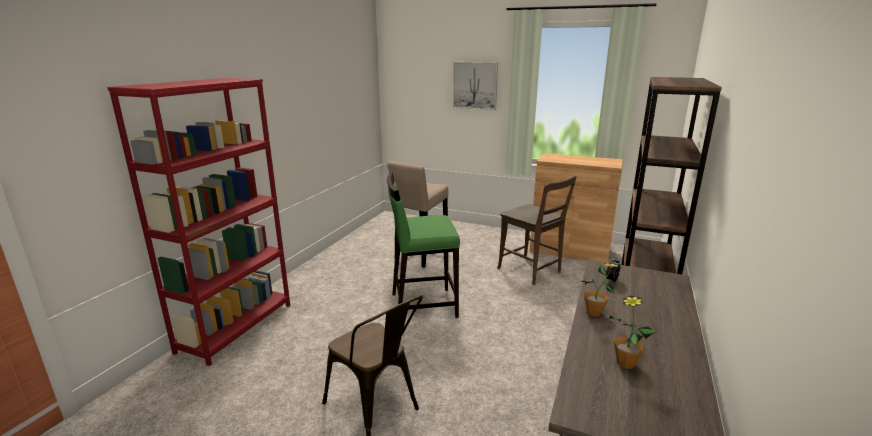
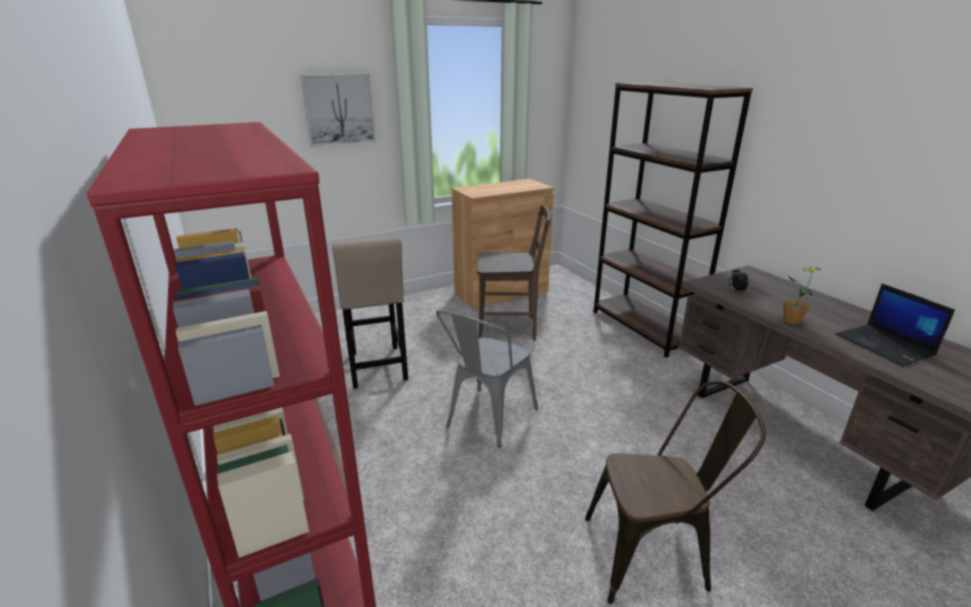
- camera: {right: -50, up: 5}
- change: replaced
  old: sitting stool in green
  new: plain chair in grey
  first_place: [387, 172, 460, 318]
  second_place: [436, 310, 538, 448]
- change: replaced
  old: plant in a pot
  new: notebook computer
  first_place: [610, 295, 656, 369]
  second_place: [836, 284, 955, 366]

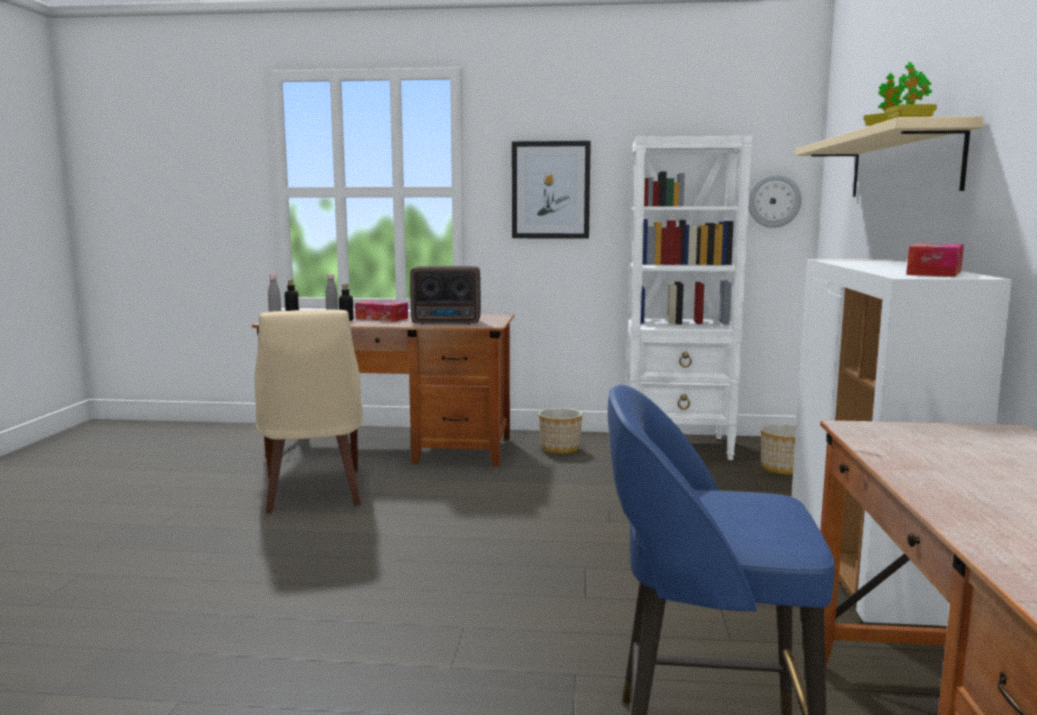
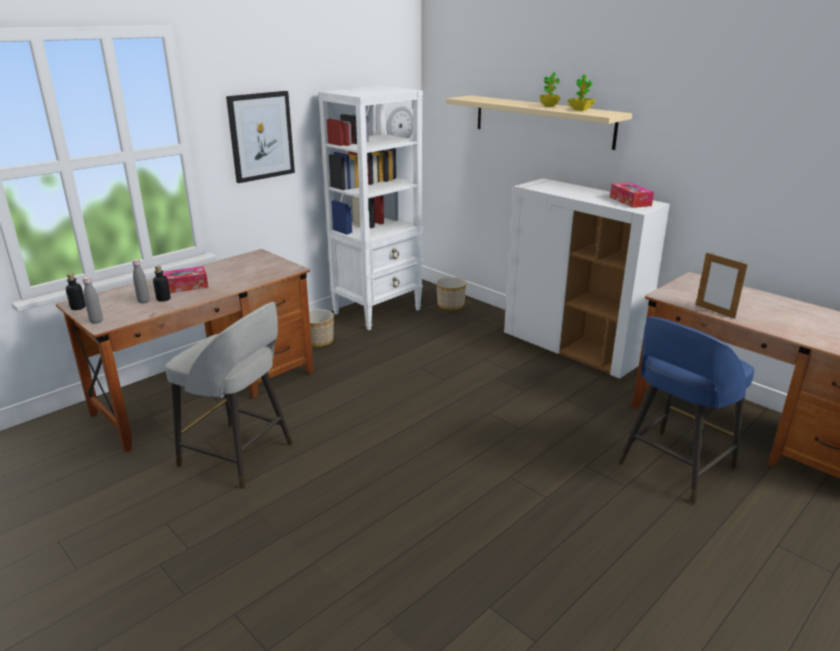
- camera: {right: -50, up: 15}
- change: removed
  old: radio
  first_place: [410, 266, 481, 324]
- change: added
  new: standing frame
  second_place: [696, 253, 748, 319]
- change: replaced
  old: plain chair in beige-coloured
  new: sitting stool in grey
  first_place: [255, 310, 363, 514]
  second_place: [165, 302, 293, 489]

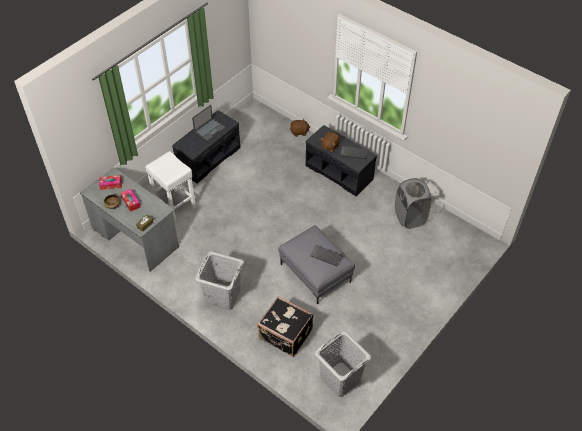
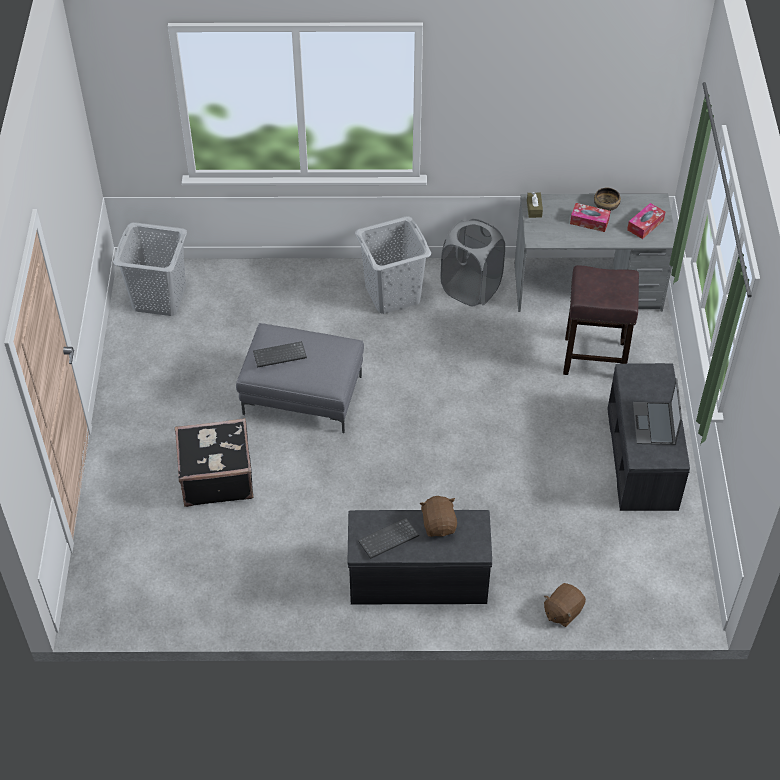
- camera: {right: 140, up: 0}
- change: moved
  old: travel case in black
  first_place: [257, 296, 314, 357]
  second_place: [175, 418, 254, 507]
- change: moved
  old: washing basket in grey
  first_place: [395, 178, 432, 229]
  second_place: [440, 219, 505, 307]
- change: recoloured
  old: sitting stool in whitish
  new: sitting stool in brown
  first_place: [145, 151, 196, 222]
  second_place: [563, 265, 639, 375]

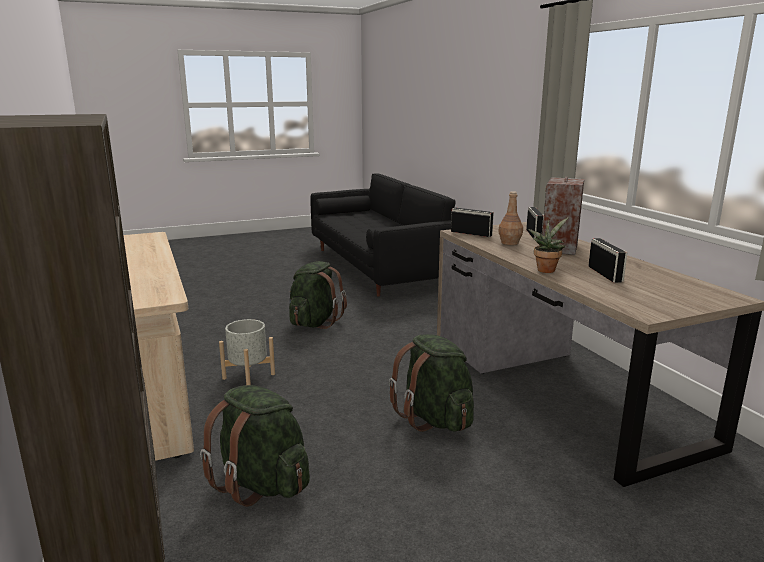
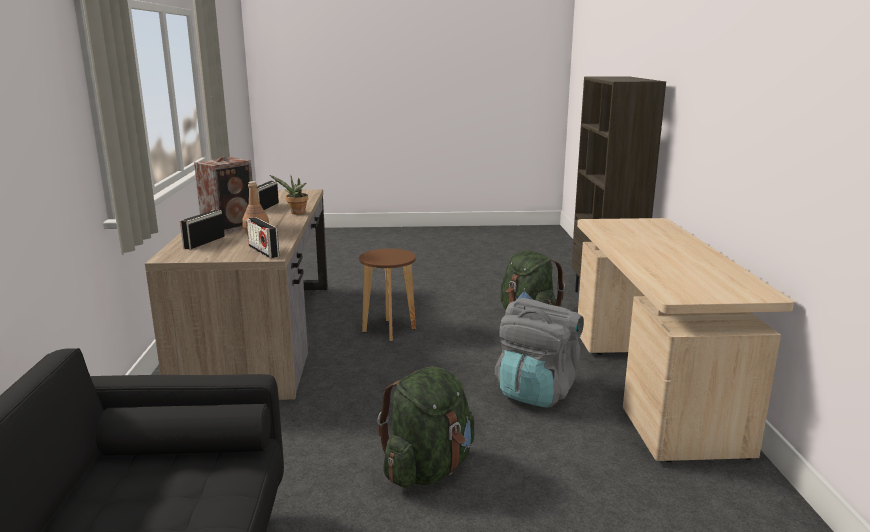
- camera: {right: -160, up: 0}
- change: replaced
  old: flower pot in grey
  new: backpack in grey
  first_place: [219, 319, 275, 385]
  second_place: [495, 298, 584, 408]
- change: replaced
  old: backpack in green
  new: sitting stool in brown
  first_place: [389, 334, 474, 432]
  second_place: [359, 249, 416, 341]

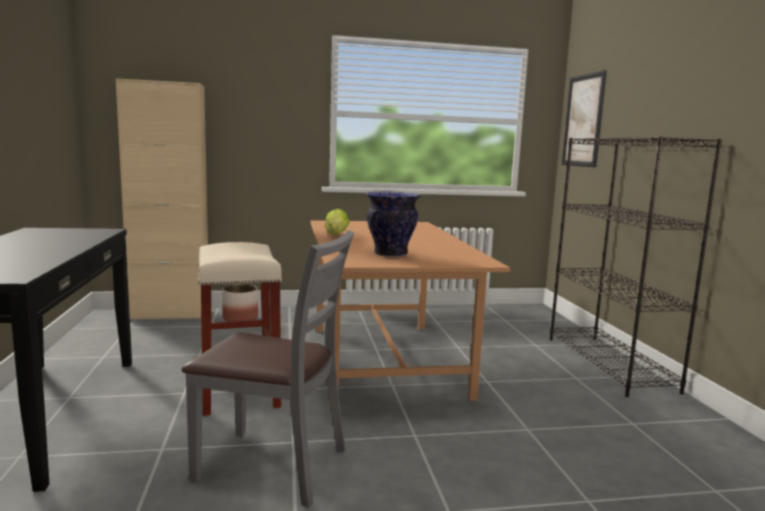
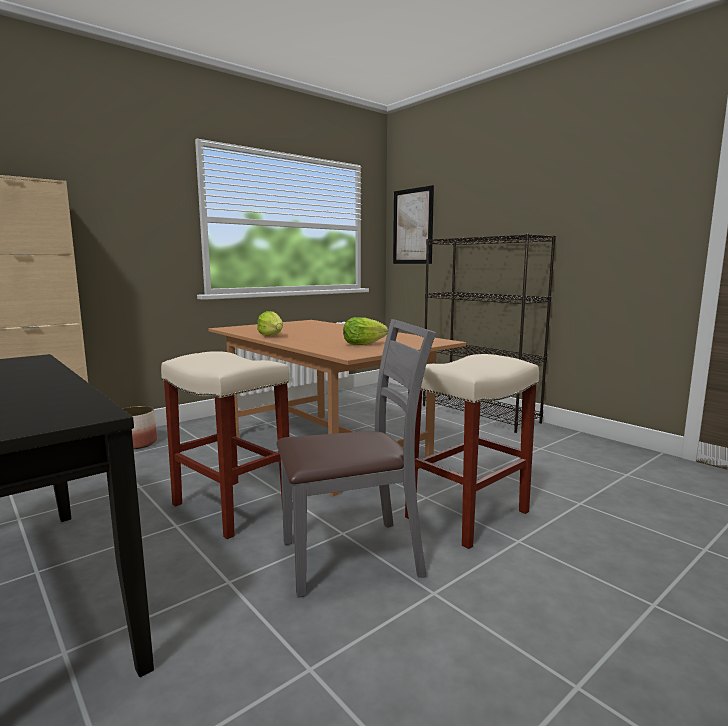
- camera: {right: -30, up: 0}
- change: added
  new: sitting stool in beige-coloured
  second_place: [405, 354, 539, 549]
- change: replaced
  old: vase
  new: lettuce
  first_place: [366, 192, 421, 257]
  second_place: [343, 317, 388, 345]

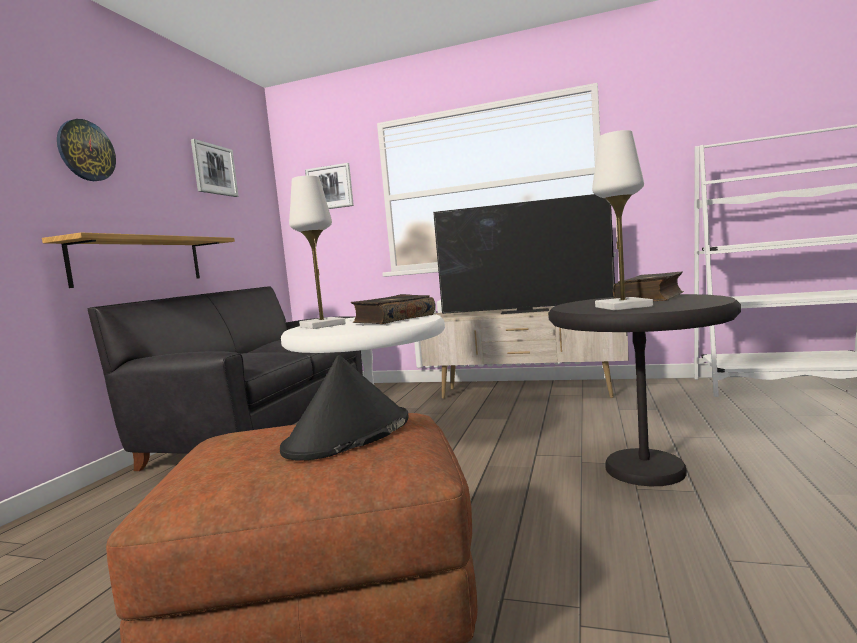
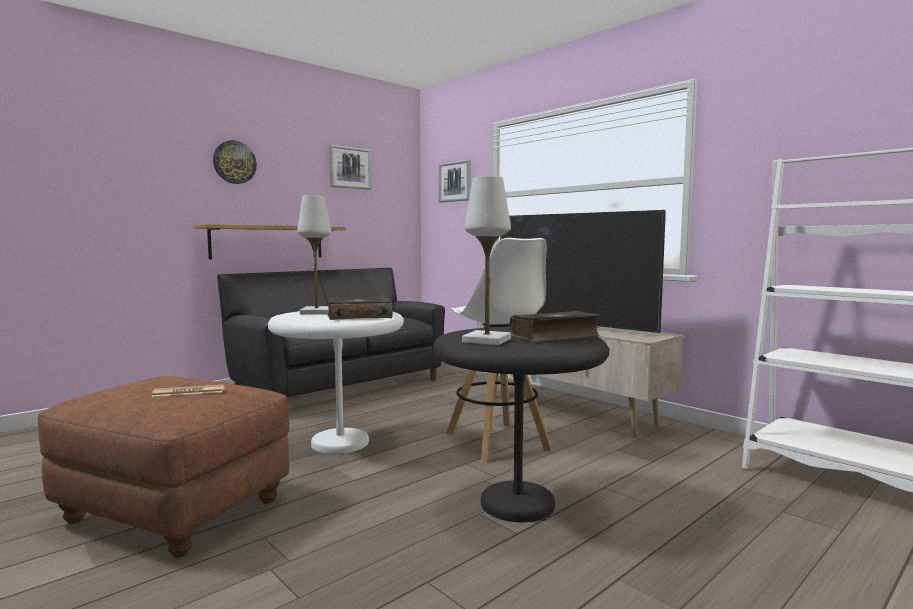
- camera: {right: 30, up: 0}
- change: added
  new: sitting stool in whitish
  second_place: [446, 238, 552, 463]
- change: replaced
  old: wearable hat in black
  new: newspaper
  first_place: [280, 355, 408, 461]
  second_place: [151, 385, 225, 397]

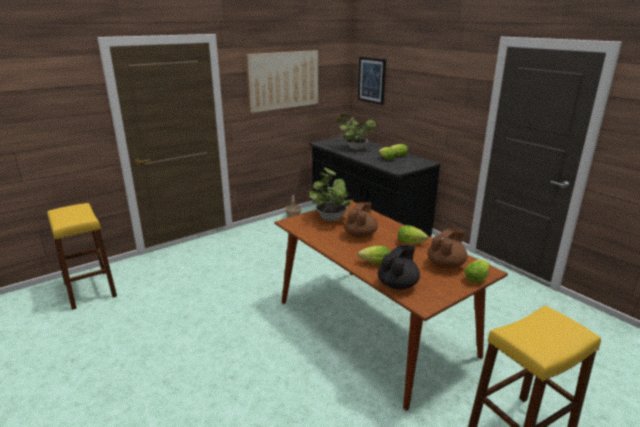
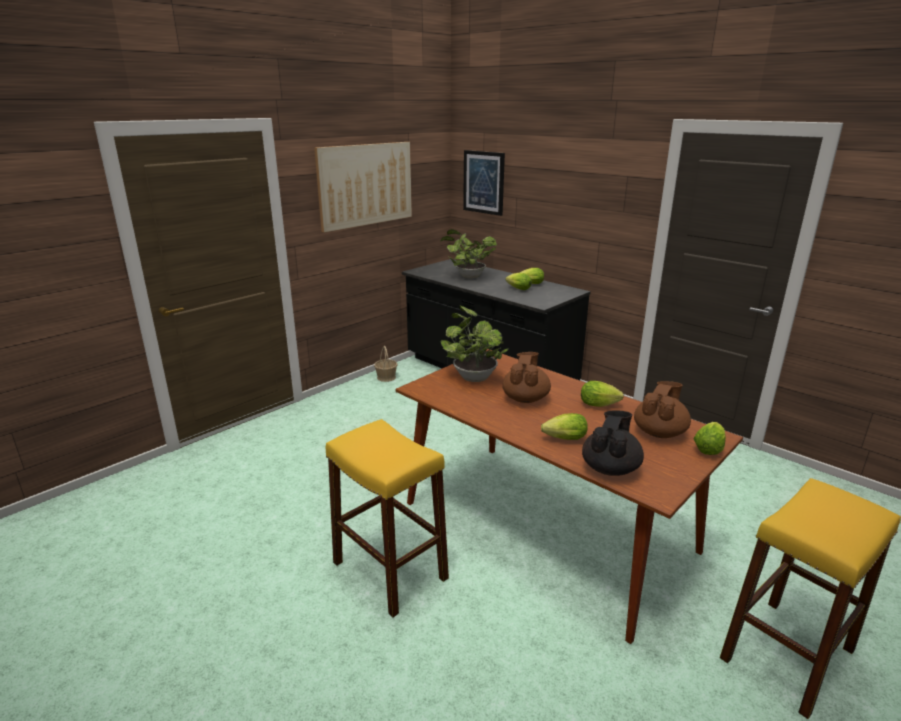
- camera: {right: -10, up: 0}
- change: moved
  old: sitting stool in yellow-coloured
  first_place: [47, 203, 117, 310]
  second_place: [326, 419, 449, 618]

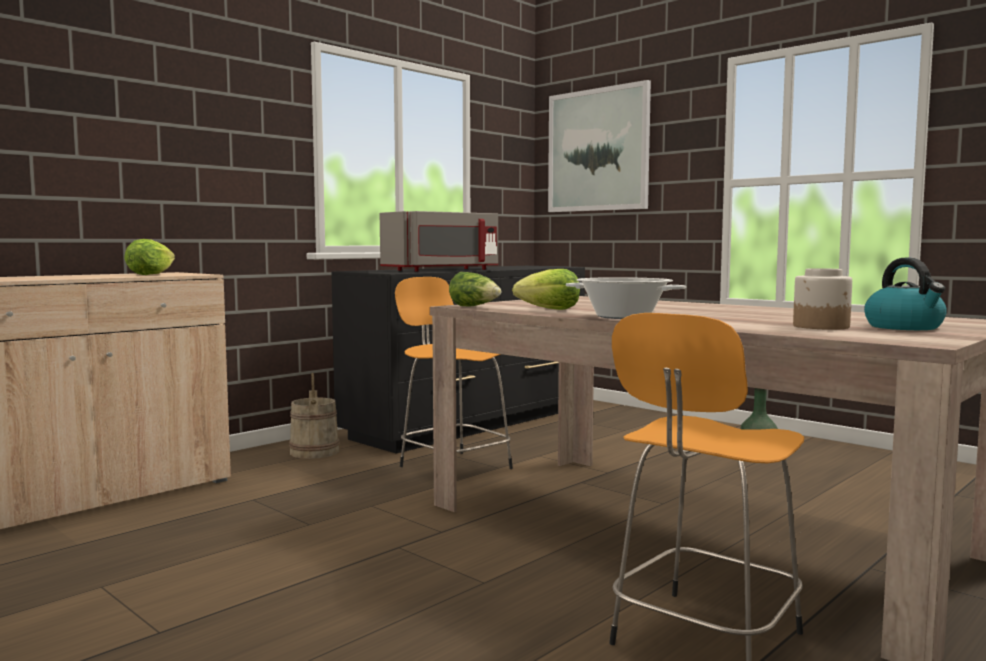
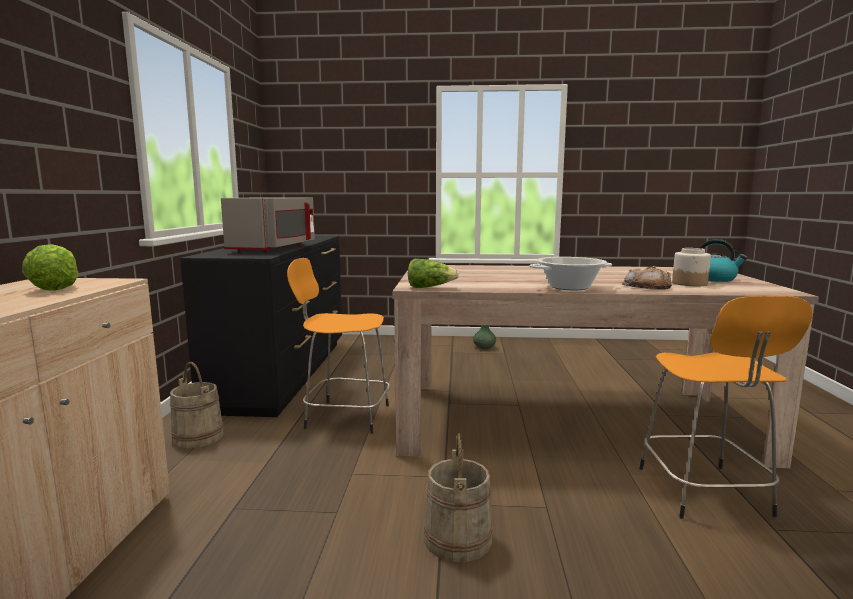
- camera: {right: -40, up: 5}
- change: removed
  old: lettuce
  first_place: [512, 269, 580, 310]
- change: removed
  old: wall art
  first_place: [548, 80, 651, 212]
- change: added
  new: pail in beige-coloured
  second_place: [424, 433, 493, 562]
- change: added
  new: bread
  second_place: [622, 266, 672, 290]

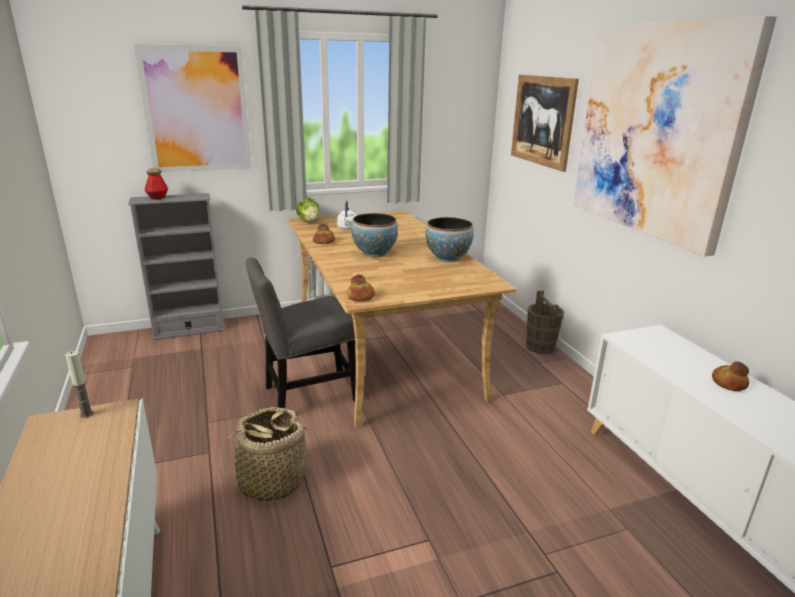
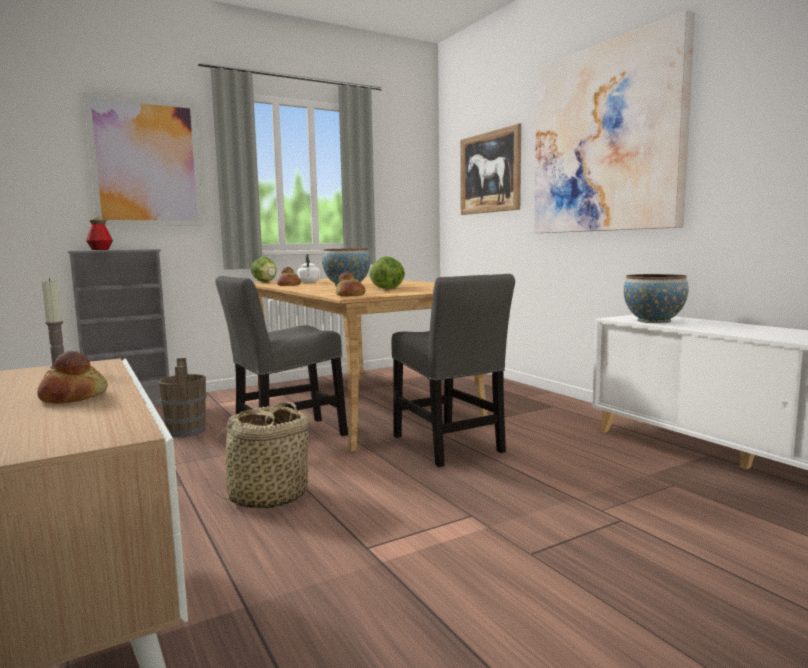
- camera: {right: -10, up: -15}
- change: added
  new: lettuce
  second_place: [370, 256, 405, 290]
- change: added
  new: plain chair in grey
  second_place: [391, 274, 515, 467]
- change: moved
  old: deep dish
  first_place: [426, 217, 473, 262]
  second_place: [624, 274, 689, 323]
- change: moved
  old: pail in brown
  first_place: [526, 291, 564, 354]
  second_place: [158, 358, 206, 437]
- change: moved
  old: bread
  first_place: [712, 361, 749, 391]
  second_place: [37, 351, 108, 404]

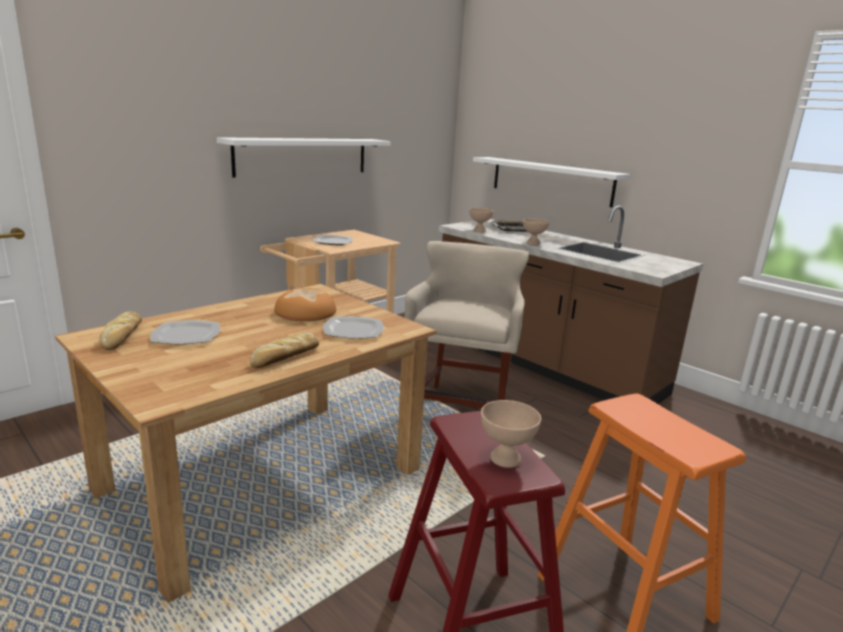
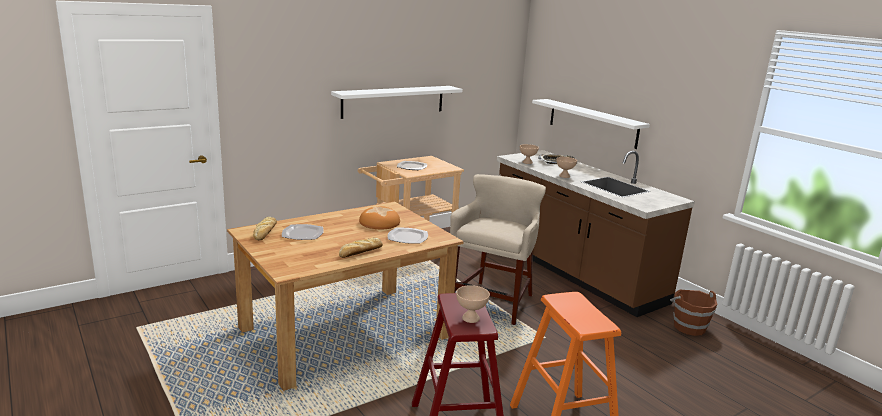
- camera: {right: 10, up: 0}
- change: added
  new: pail in brown
  second_place: [670, 290, 718, 336]

